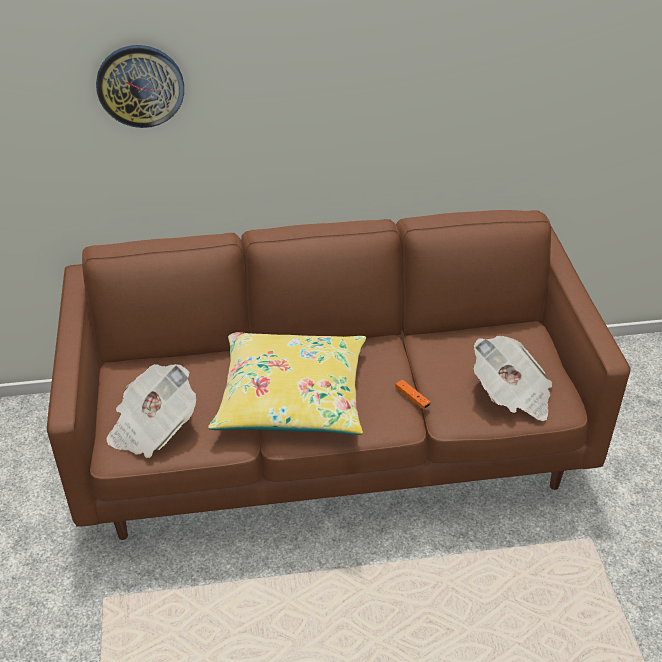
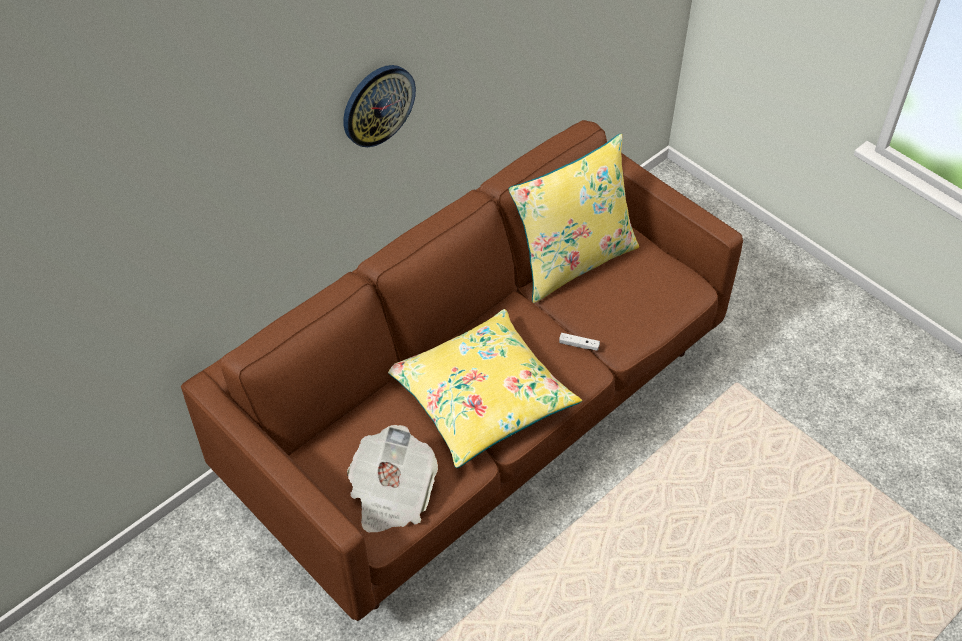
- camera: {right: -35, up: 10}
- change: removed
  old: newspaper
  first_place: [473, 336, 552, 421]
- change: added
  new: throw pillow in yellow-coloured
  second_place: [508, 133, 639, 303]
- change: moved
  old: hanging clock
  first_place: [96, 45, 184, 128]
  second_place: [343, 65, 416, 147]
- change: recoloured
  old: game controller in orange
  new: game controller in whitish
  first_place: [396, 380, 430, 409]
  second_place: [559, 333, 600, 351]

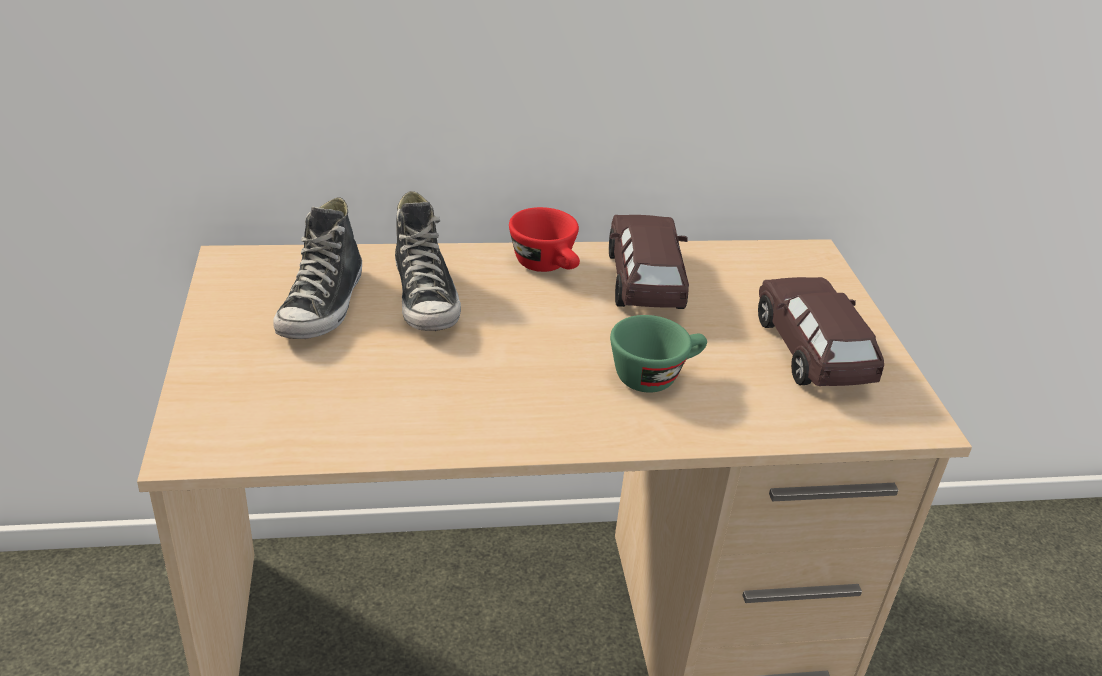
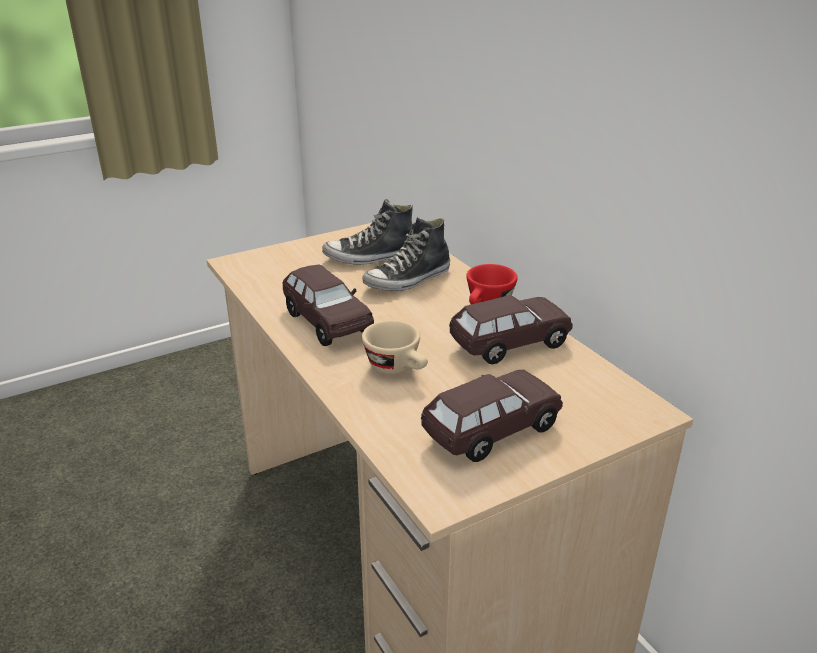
- camera: {right: 70, up: -5}
- change: added
  new: toy car in brown
  second_place: [283, 265, 374, 346]
- change: recoloured
  old: cup in green
  new: cup in beige-coloured
  first_place: [610, 315, 707, 393]
  second_place: [362, 320, 428, 374]

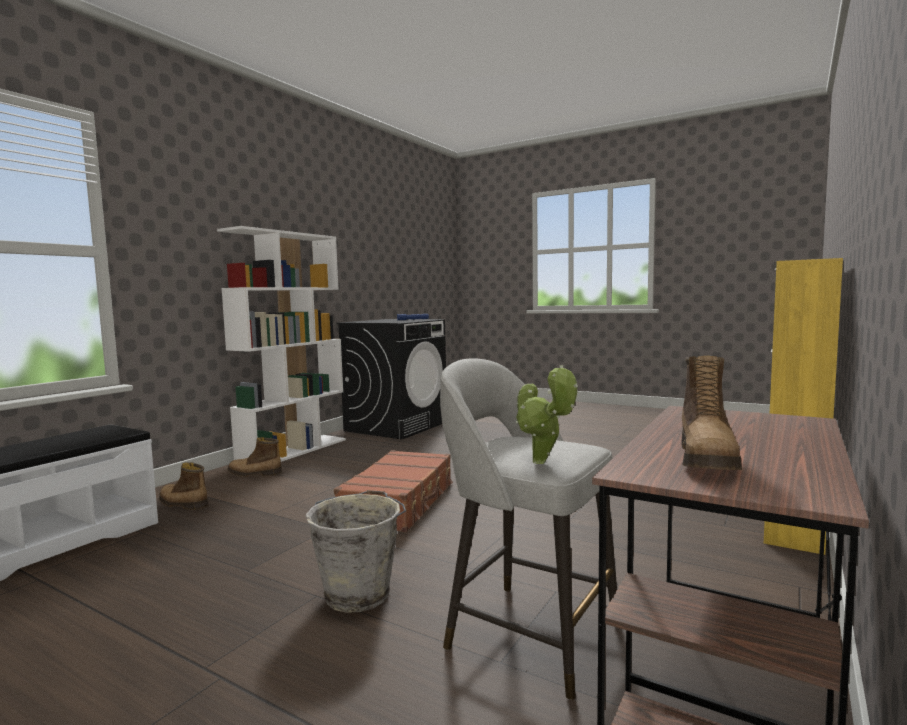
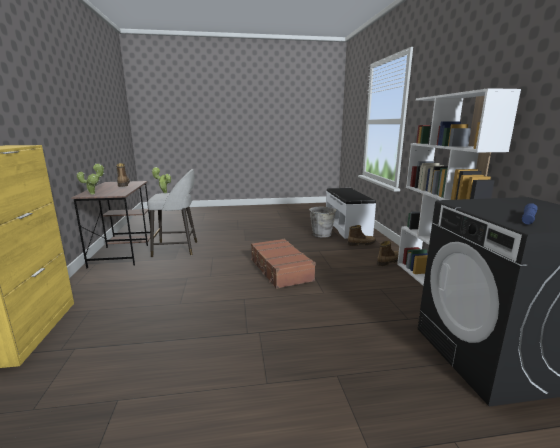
- camera: {right: 140, up: 10}
- change: added
  new: plant in a pot
  second_place: [77, 163, 104, 194]
- change: moved
  old: pail in grey
  first_place: [306, 490, 406, 613]
  second_place: [309, 207, 338, 238]

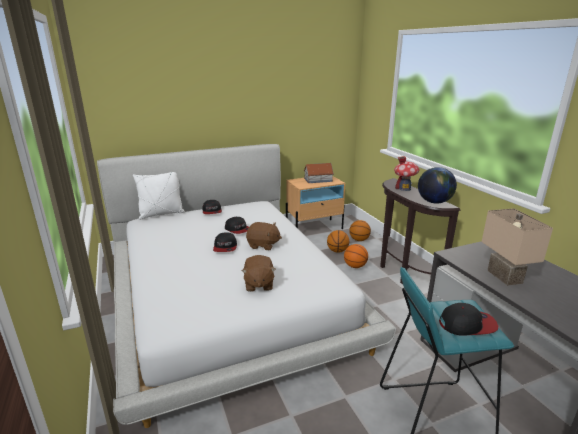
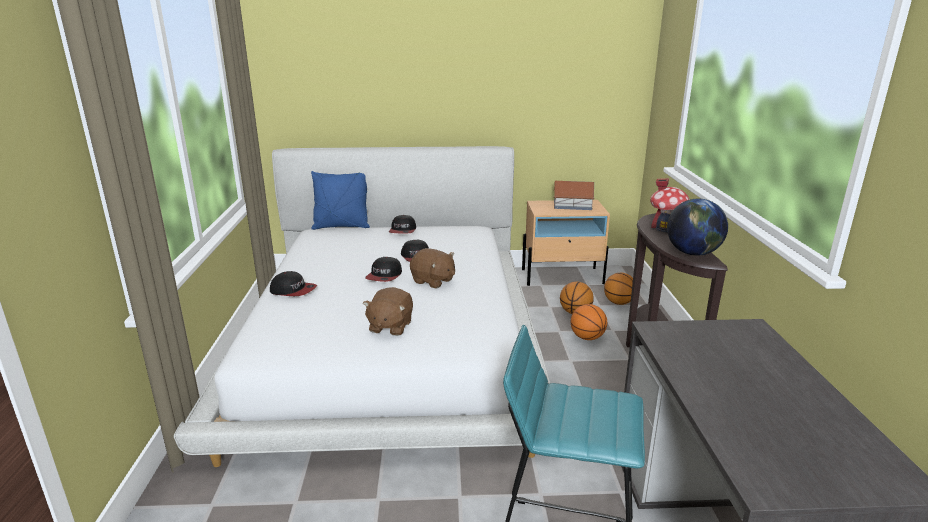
- camera: {right: 20, up: 0}
- change: removed
  old: lamp for a table in beige-coloured
  first_place: [482, 208, 553, 286]
- change: moved
  old: cap
  first_place: [439, 303, 498, 336]
  second_place: [270, 271, 317, 296]
- change: recoloured
  old: throw pillow in whitish
  new: throw pillow in blue
  first_place: [133, 172, 185, 220]
  second_place: [311, 171, 370, 230]

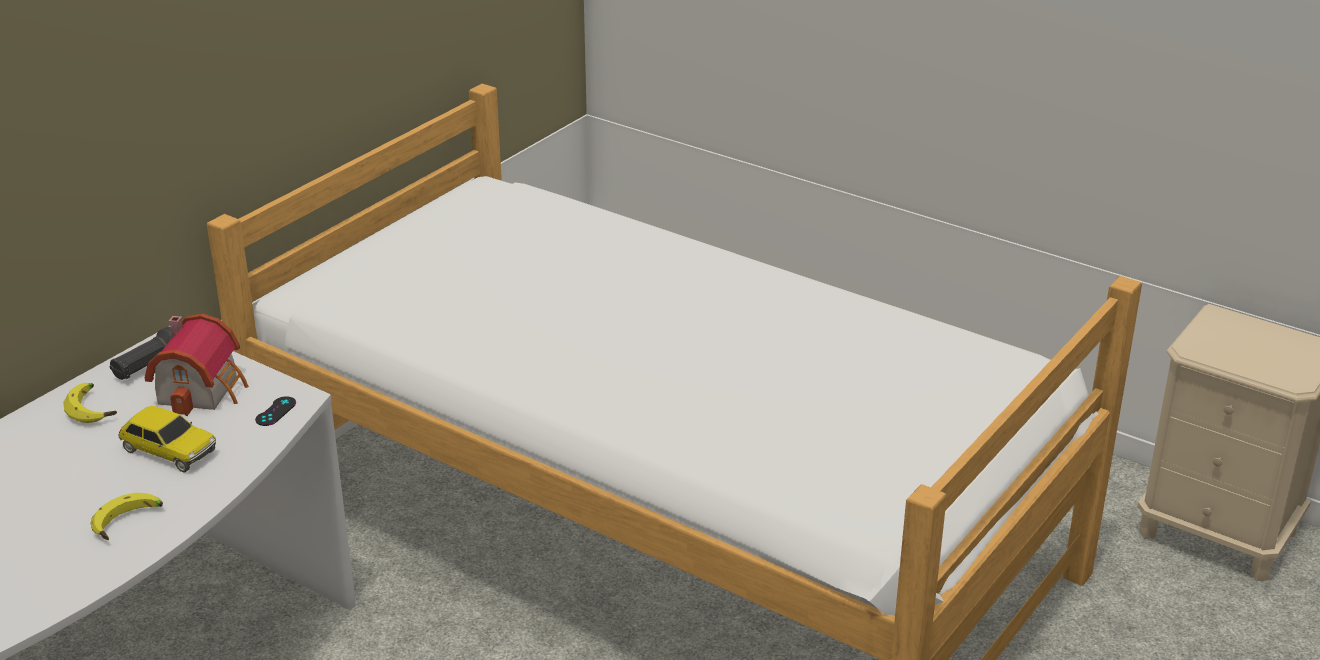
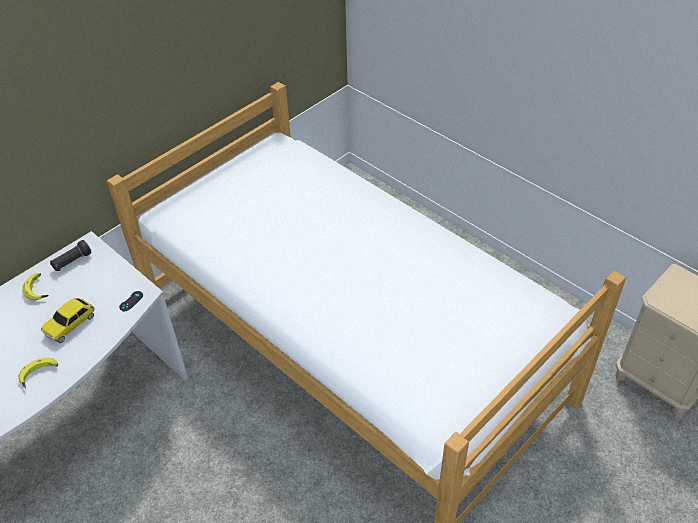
- camera: {right: 10, up: 15}
- change: removed
  old: toy house
  first_place: [145, 313, 249, 416]
- change: turned
  old: toy car
  first_place: [118, 406, 216, 473]
  second_place: [41, 298, 95, 343]
  degrees: 90

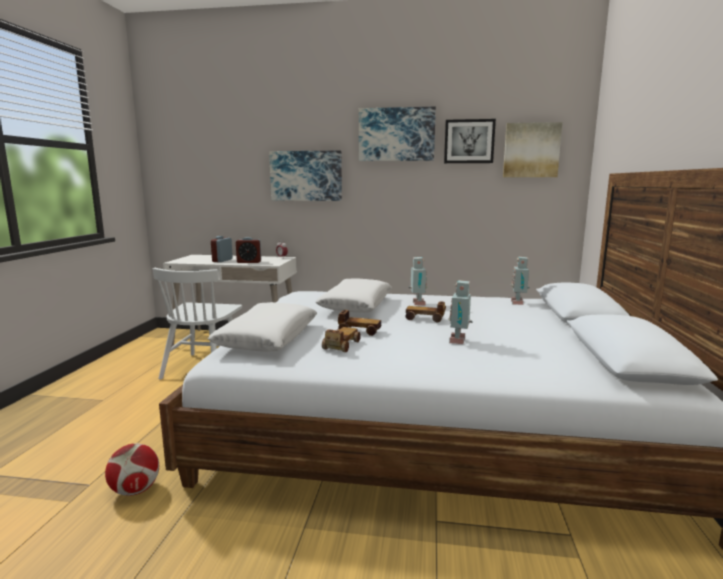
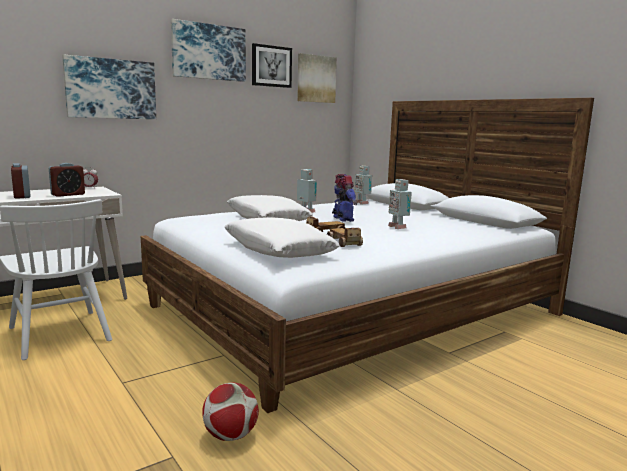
- camera: {right: -45, up: 0}
- change: replaced
  old: toy car
  new: toy robot
  first_place: [406, 302, 446, 323]
  second_place: [332, 174, 357, 222]

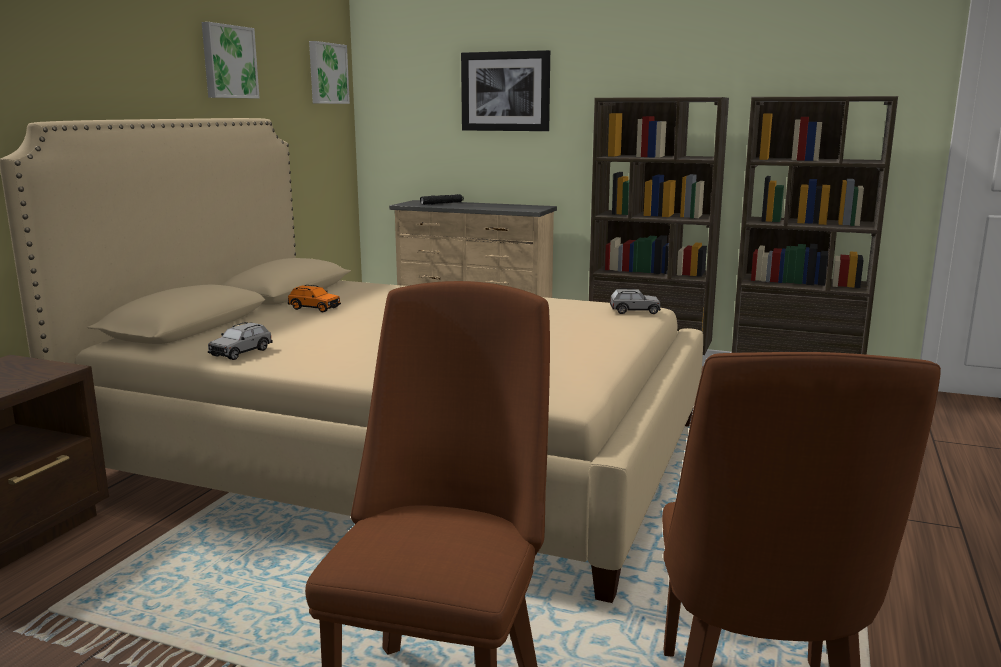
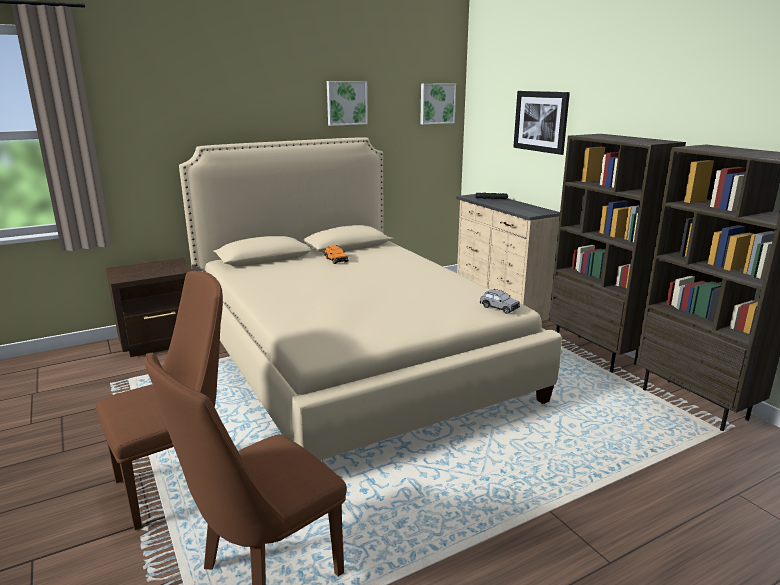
- camera: {right: 40, up: 5}
- change: removed
  old: toy car in grey
  first_place: [208, 322, 273, 360]

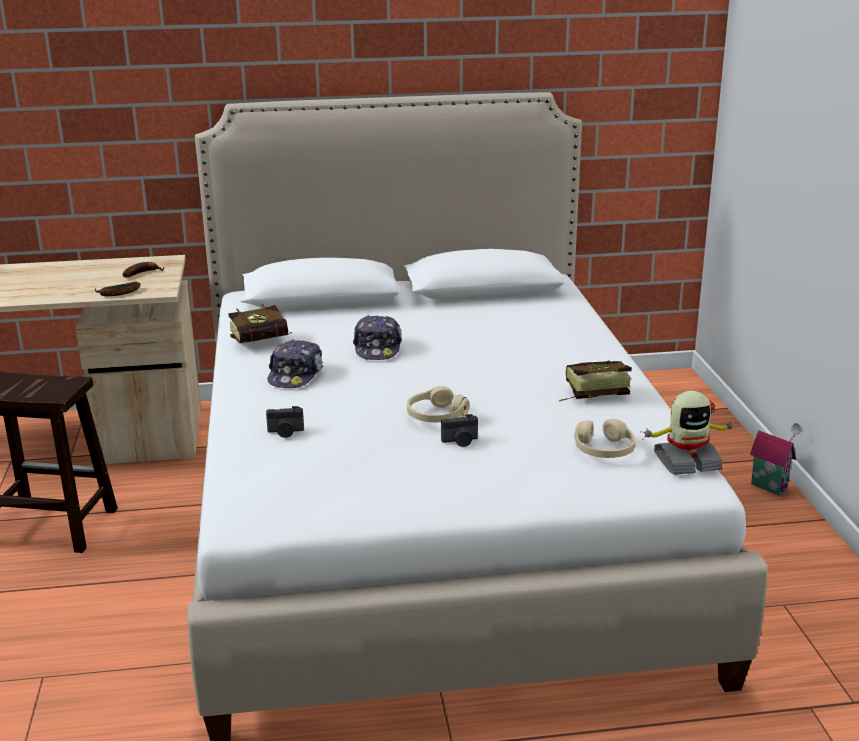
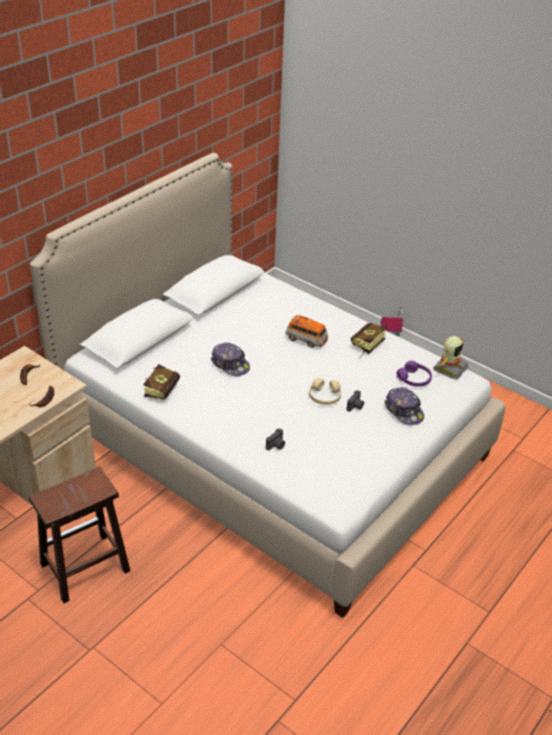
- camera: {right: -45, up: 15}
- change: added
  new: toy car
  second_place: [285, 315, 328, 348]
- change: moved
  old: cap
  first_place: [267, 339, 323, 388]
  second_place: [384, 387, 424, 425]
- change: recoloured
  old: headset in beige-coloured
  new: headset in purplish
  first_place: [574, 419, 636, 458]
  second_place: [397, 361, 432, 387]

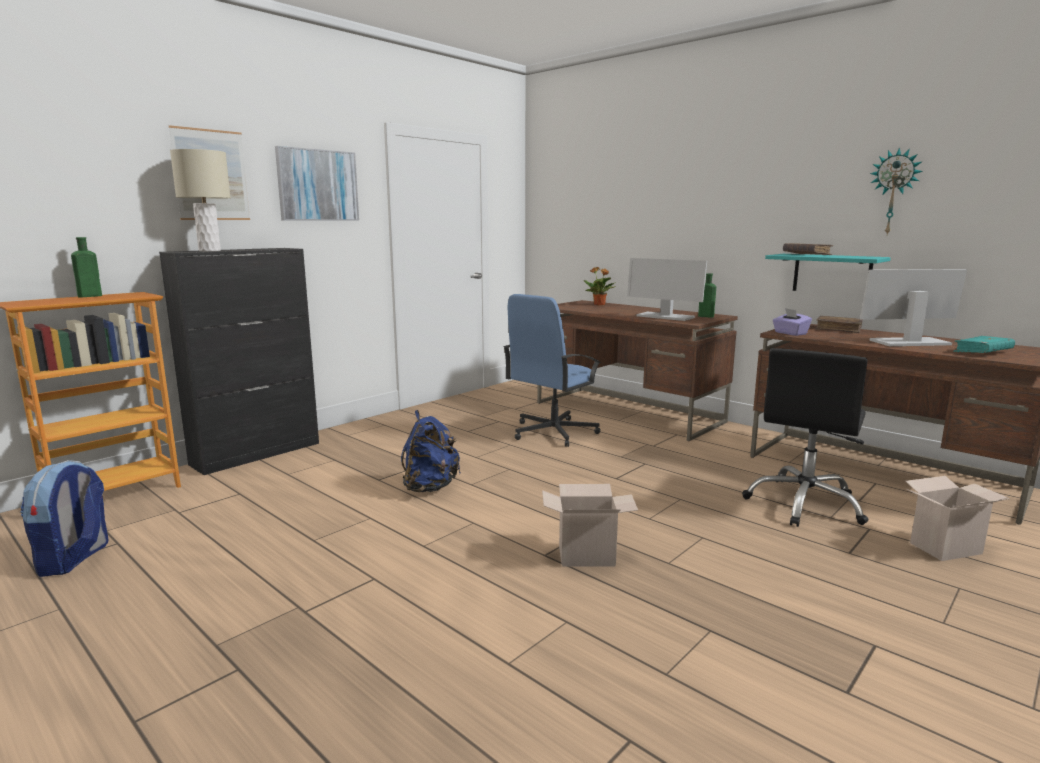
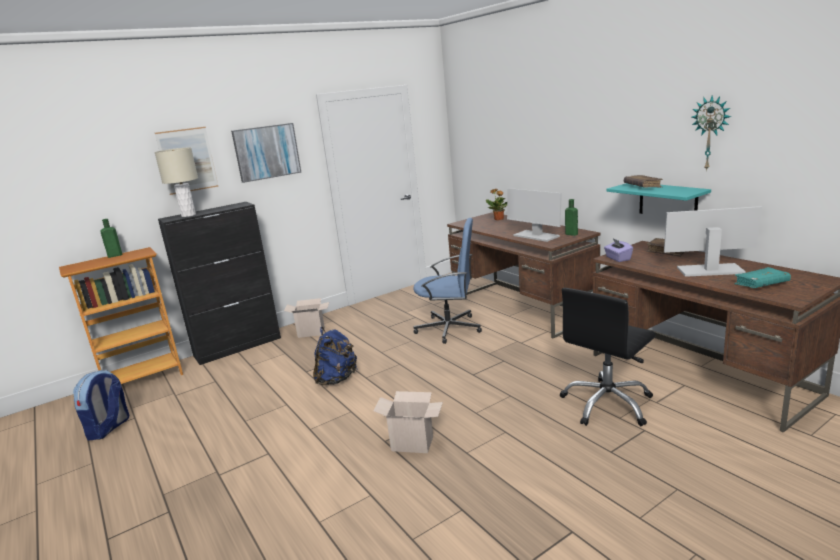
- camera: {right: 15, up: 5}
- change: moved
  old: carton
  first_place: [905, 476, 1010, 561]
  second_place: [284, 298, 329, 338]
- change: turned
  old: computer chair in blue
  first_place: [504, 294, 601, 447]
  second_place: [413, 218, 482, 344]
  degrees: -135

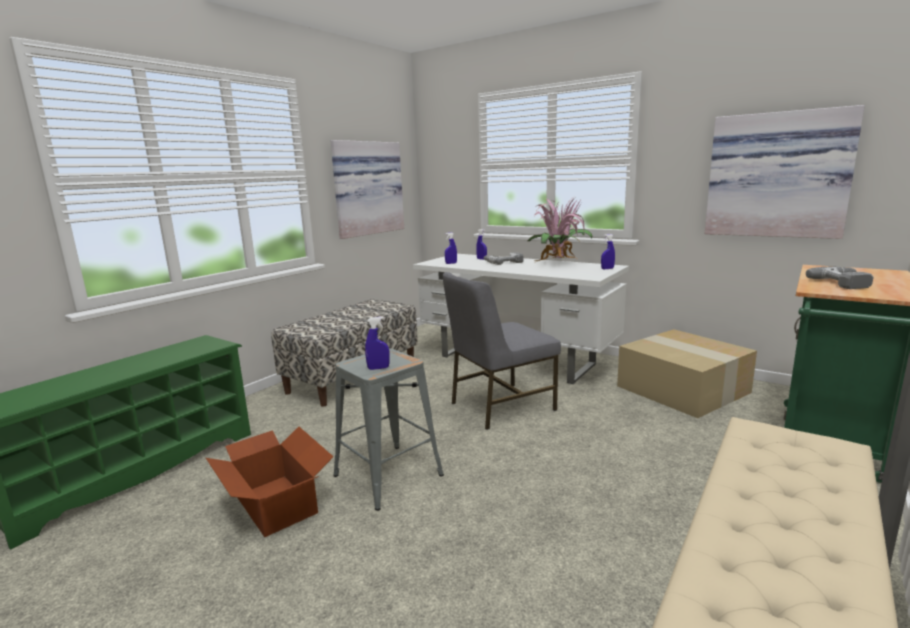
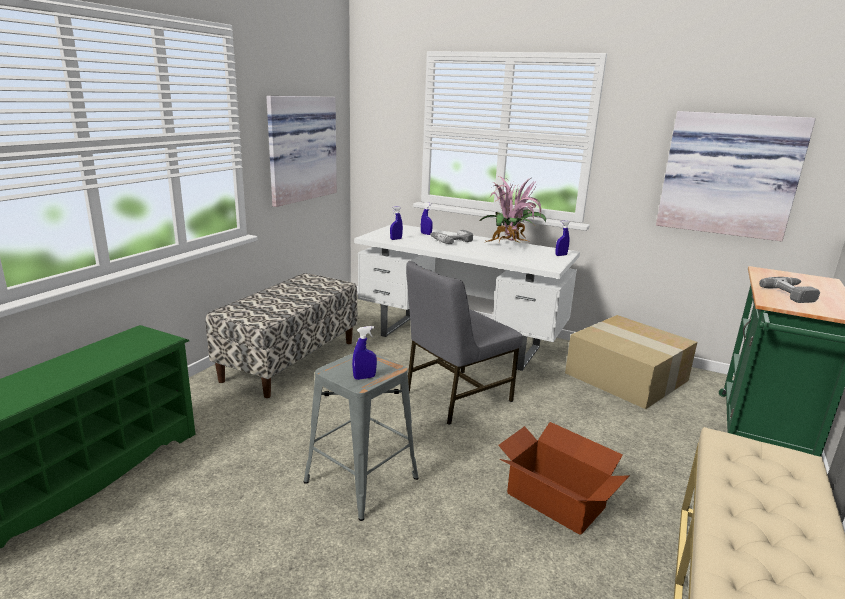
- camera: {right: -10, up: 5}
- change: moved
  old: carton
  first_place: [206, 427, 334, 537]
  second_place: [498, 422, 630, 535]

